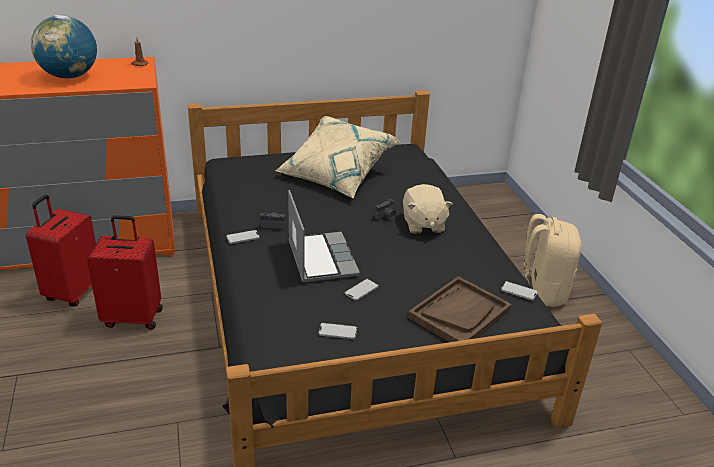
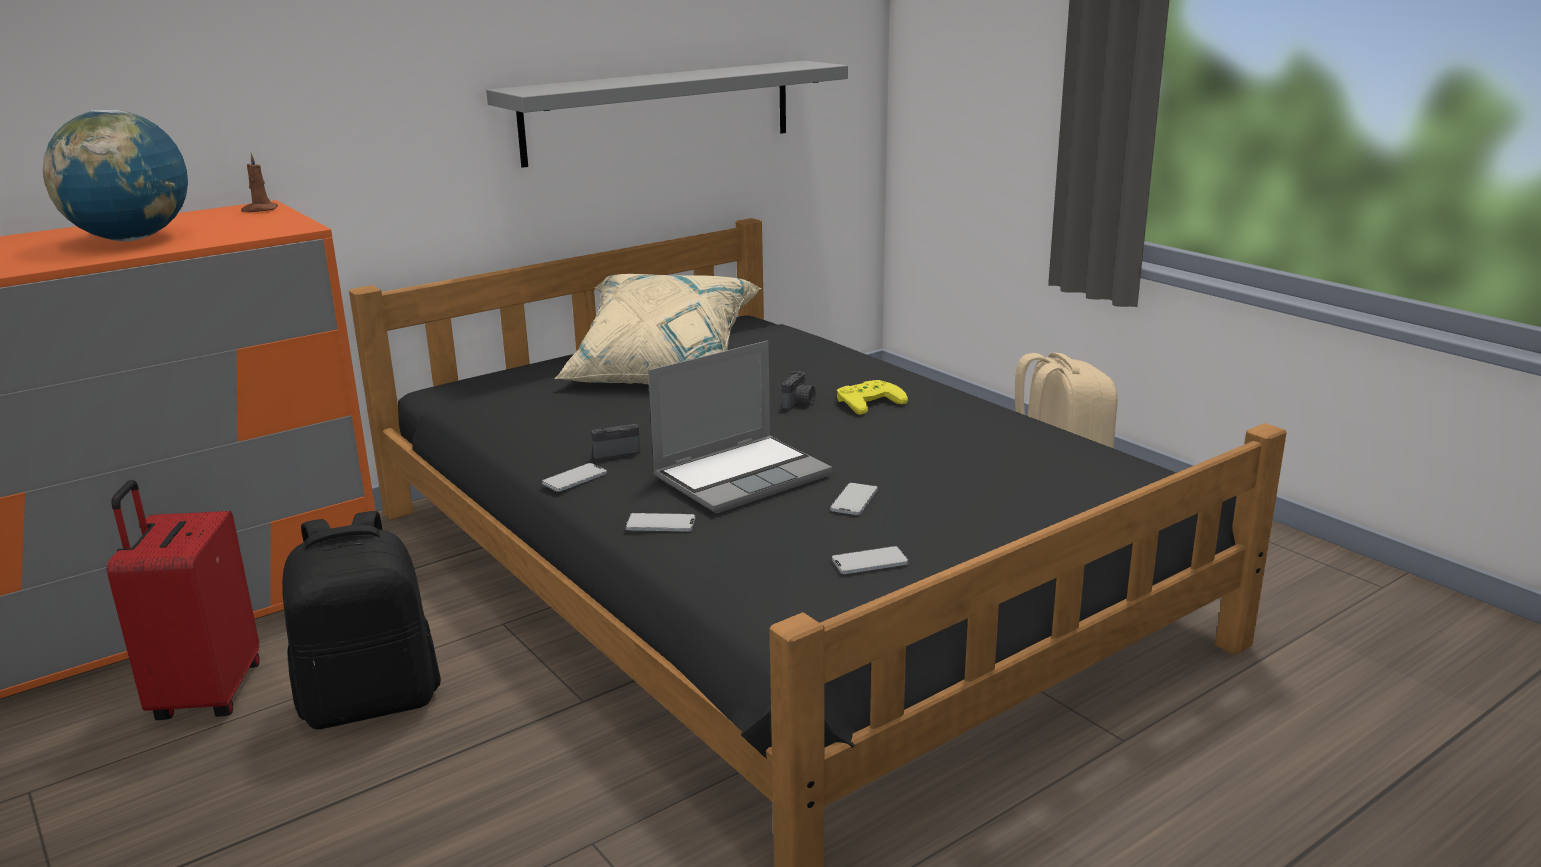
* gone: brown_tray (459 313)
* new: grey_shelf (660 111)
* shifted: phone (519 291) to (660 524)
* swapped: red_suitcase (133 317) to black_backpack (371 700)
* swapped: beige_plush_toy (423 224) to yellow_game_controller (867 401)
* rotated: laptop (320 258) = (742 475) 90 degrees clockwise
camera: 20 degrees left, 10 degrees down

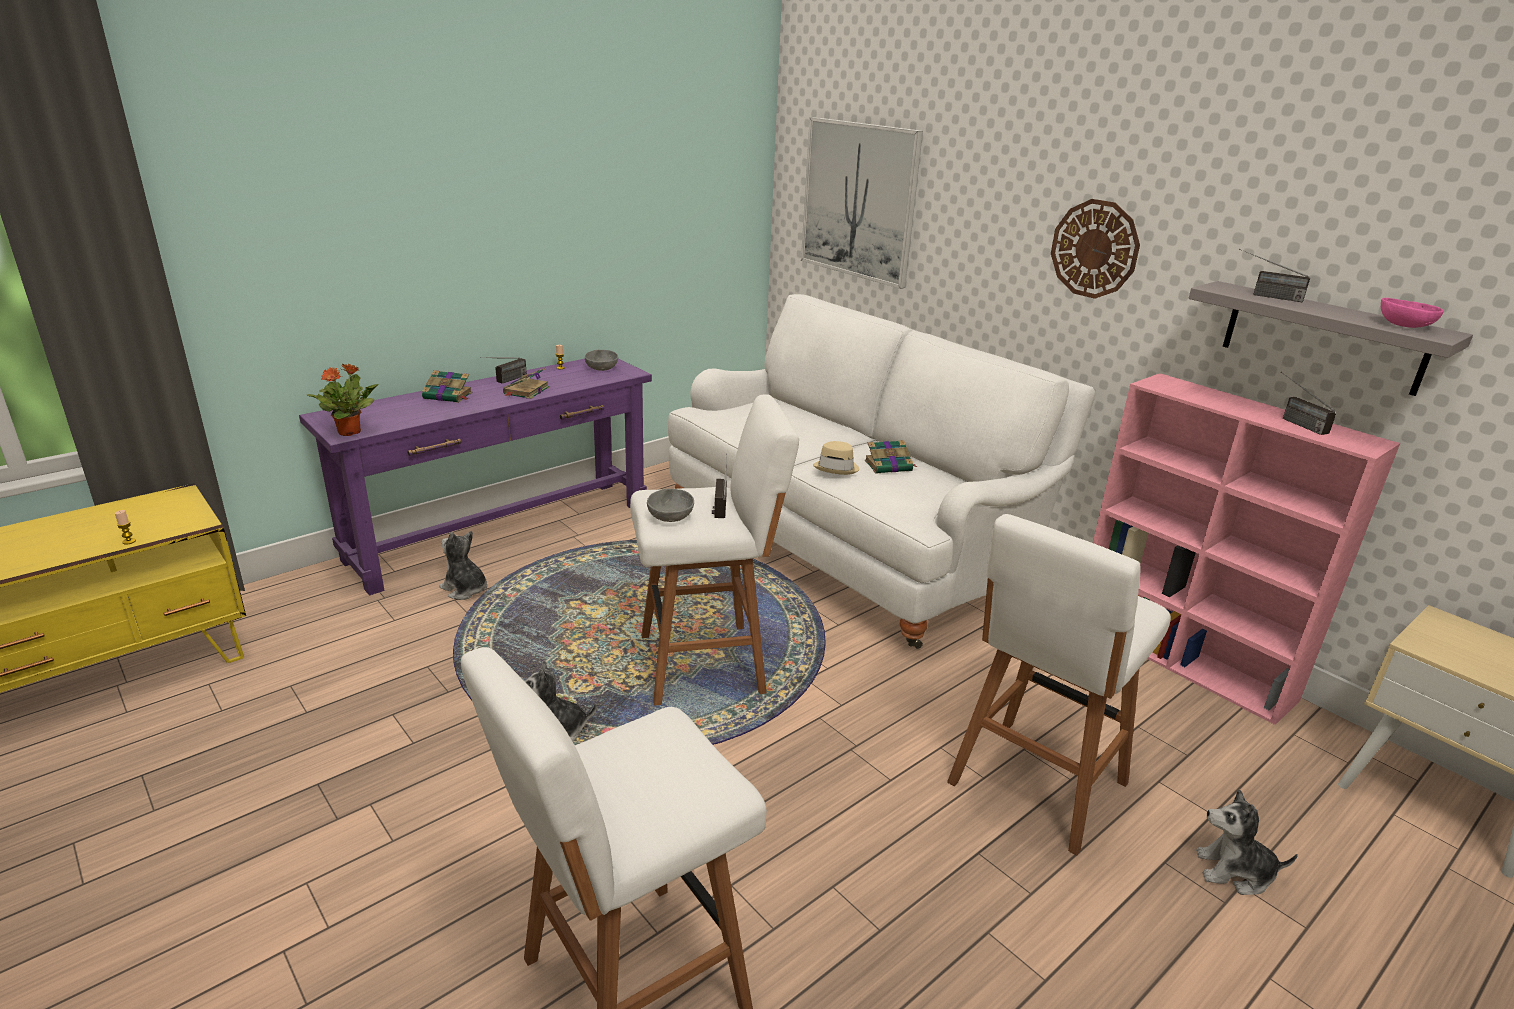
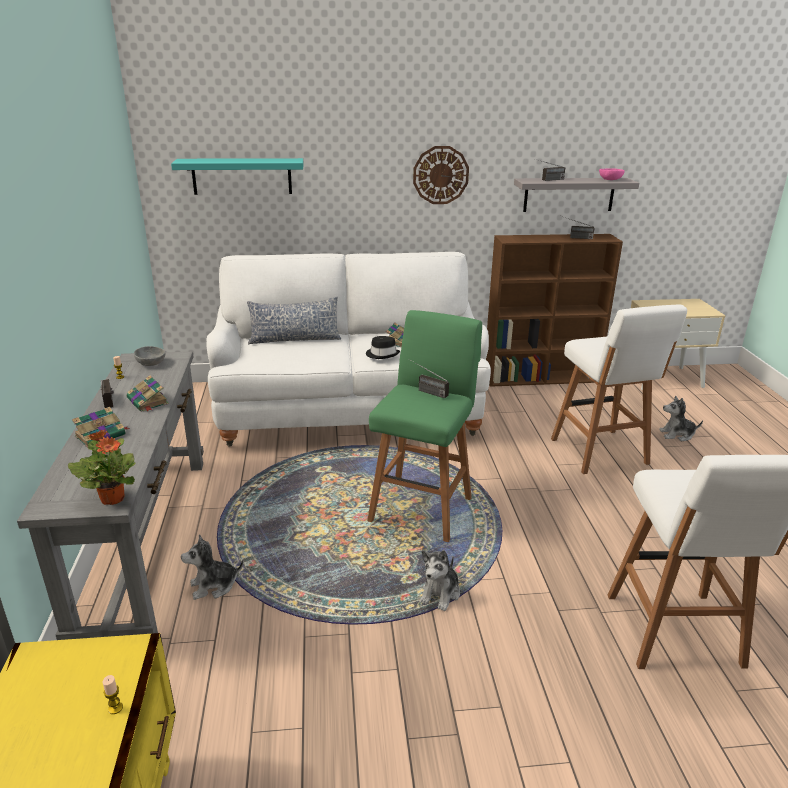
* gone: grey_bowl (671 517)
* new: pillow (294 339)
* swapped: picture (859 201) to turquoise_shelf (242 176)
* repainted: purple_console_table (502 532) to grey_console_table (147 541)
* repainted: white_stool (707 663) to green_stool (422 507)
* repainted: beige_hat (837 468) to black_hat (382 354)
* repainted: pink_bookcase (1182 659) to brown_bookcase (541 378)
* rotated: plush_toy (1234 872) = (677 435) 45 degrees clockwise
camera: 55 degrees left, 0 degrees up

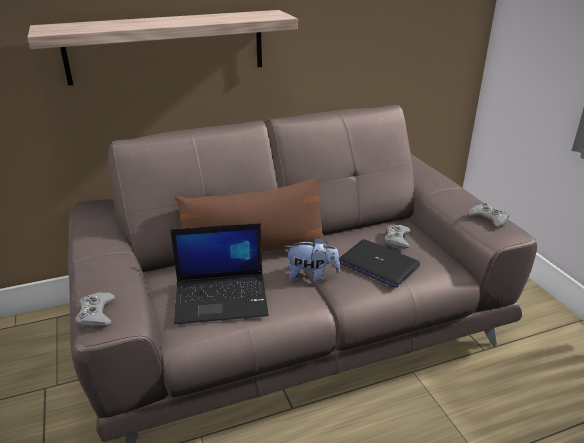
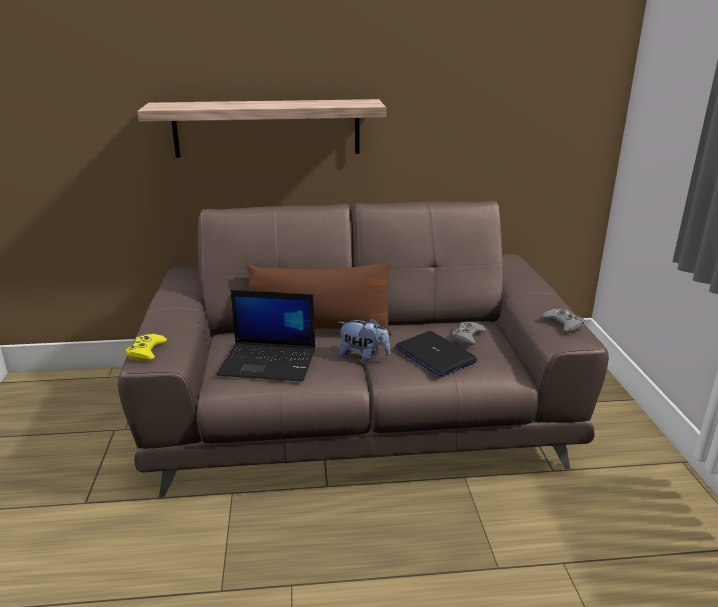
* repainted: grey_game_controller (96 314) to yellow_game_controller (146 351)
camera: 15 degrees right, 5 degrees down

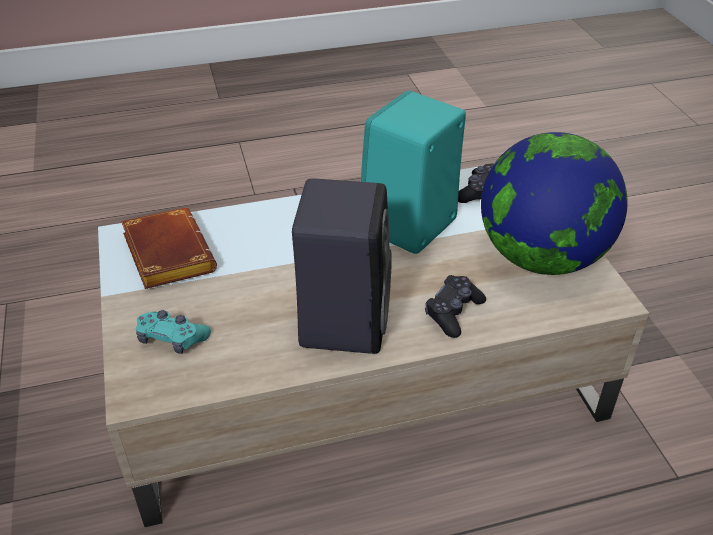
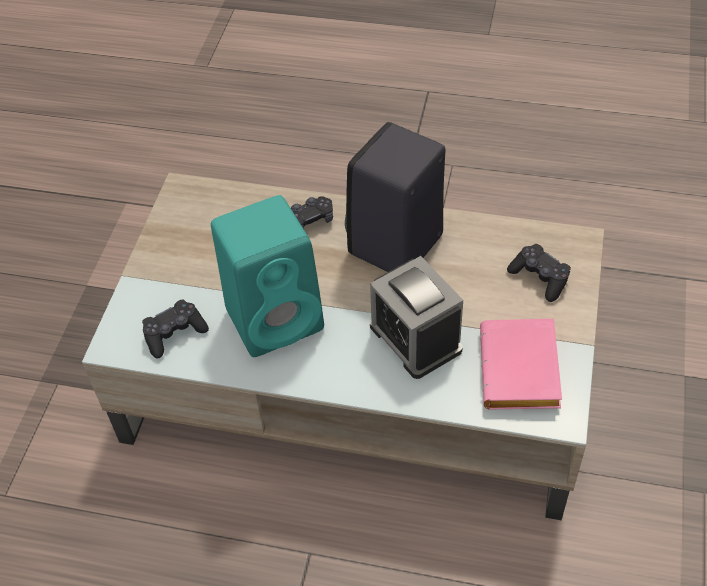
* gone: globe (542 257)
* new: alarm_clock (415 338)
* repainted: brown_book (165 254) to pink_book (522 372)
* repainted: turquoise_game_controller (172 339) to black_game_controller (539 278)
camera: 150 degrees left, 10 degrees up

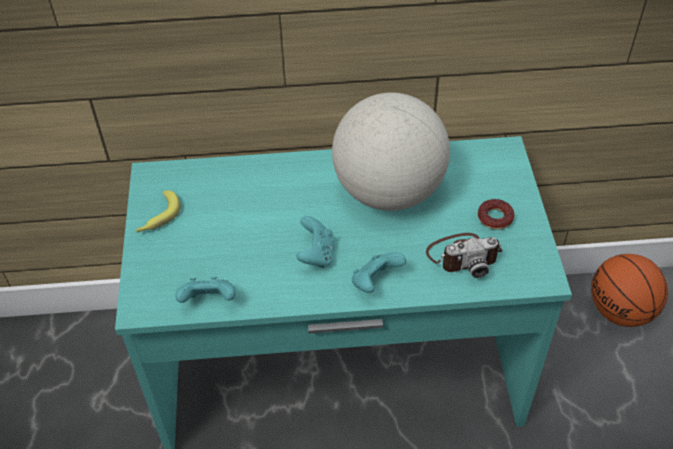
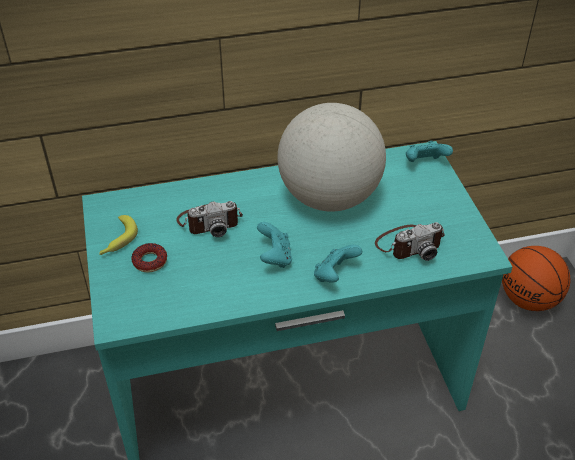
* new: photo_camera (210 221)
* shifted: turquoise_game_controller (209 301) to (424 163)
* shifted: donut (495 218) to (150 261)
camera: 10 degrees left, 5 degrees down

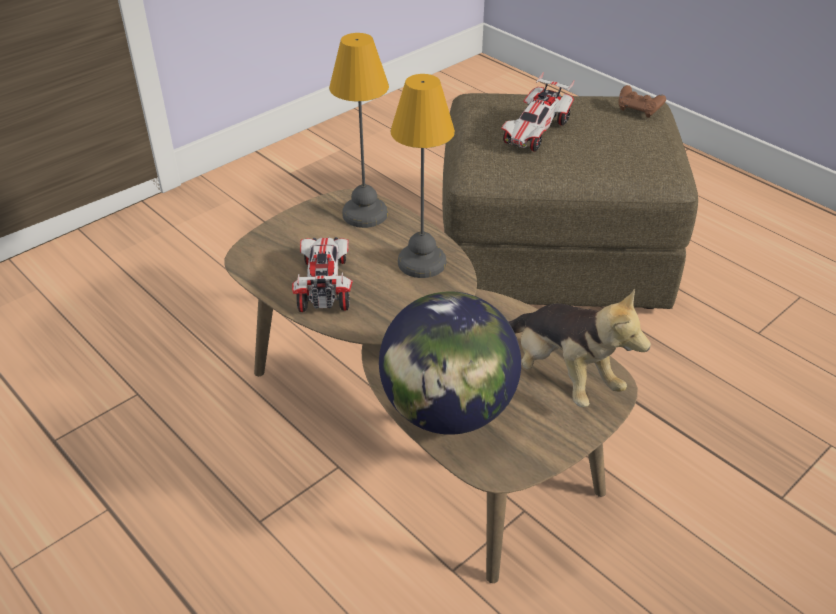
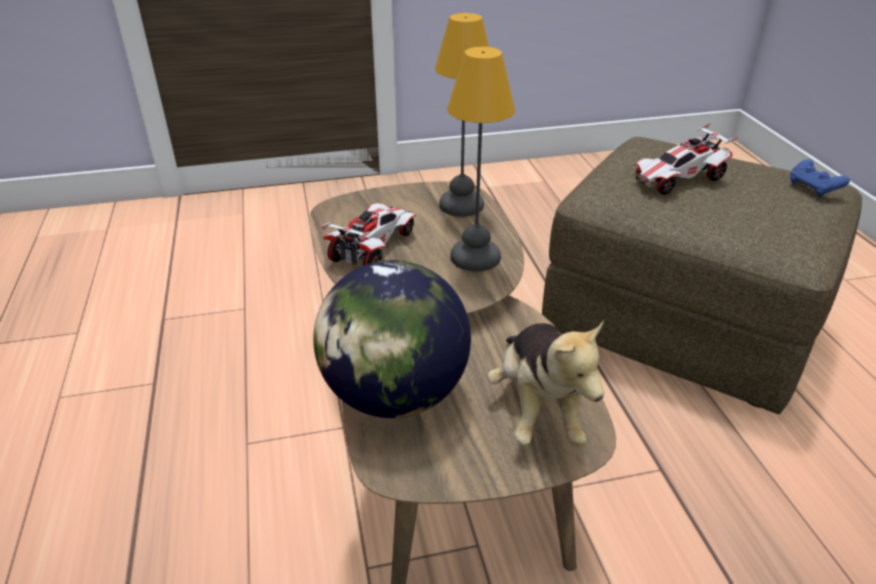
* repainted: brown_game_controller (638 110) to blue_game_controller (813 188)
camera: 30 degrees right, 5 degrees down

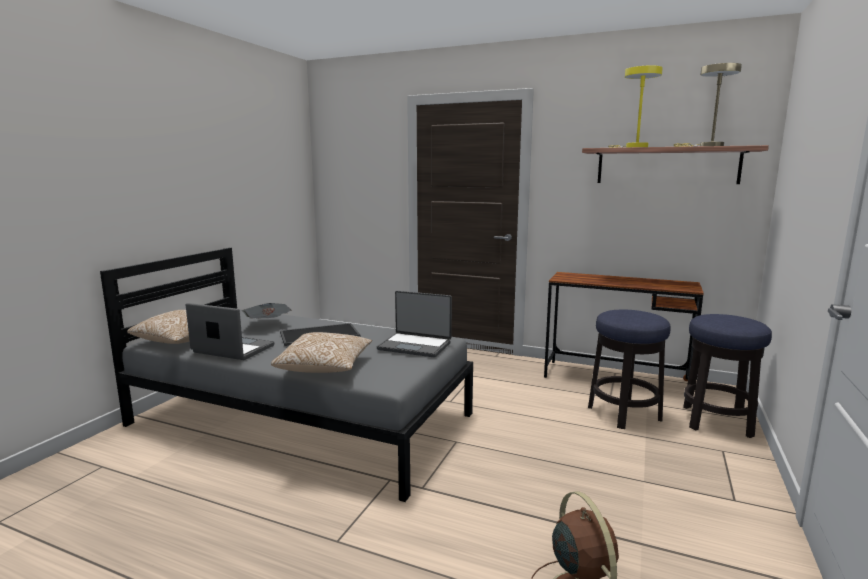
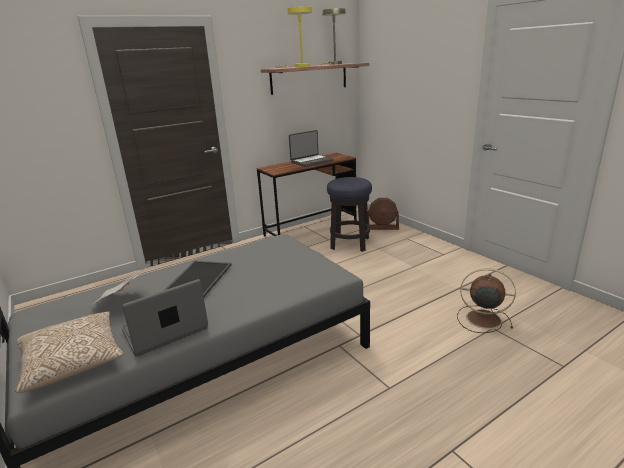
* gone: pillow (325 367)
* shifted: laptop (415 346) to (311 161)
* swapped: stool (717 421) to brown_fan (382 227)
camera: 55 degrees left, 10 degrees up

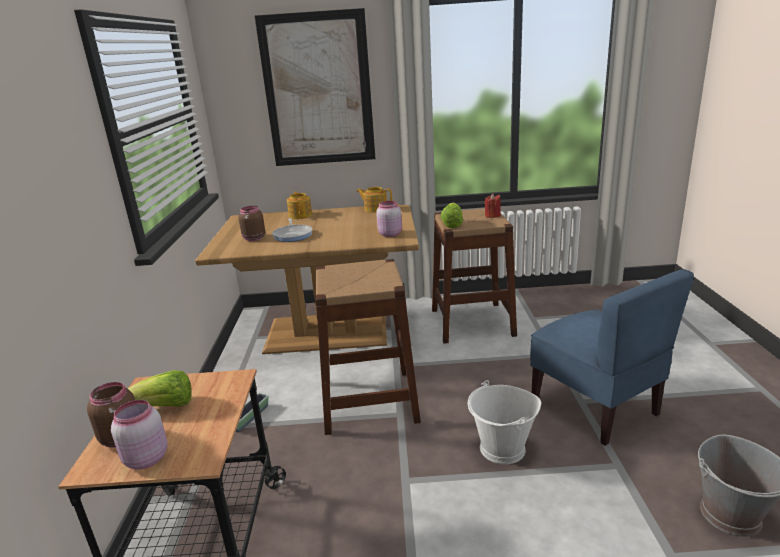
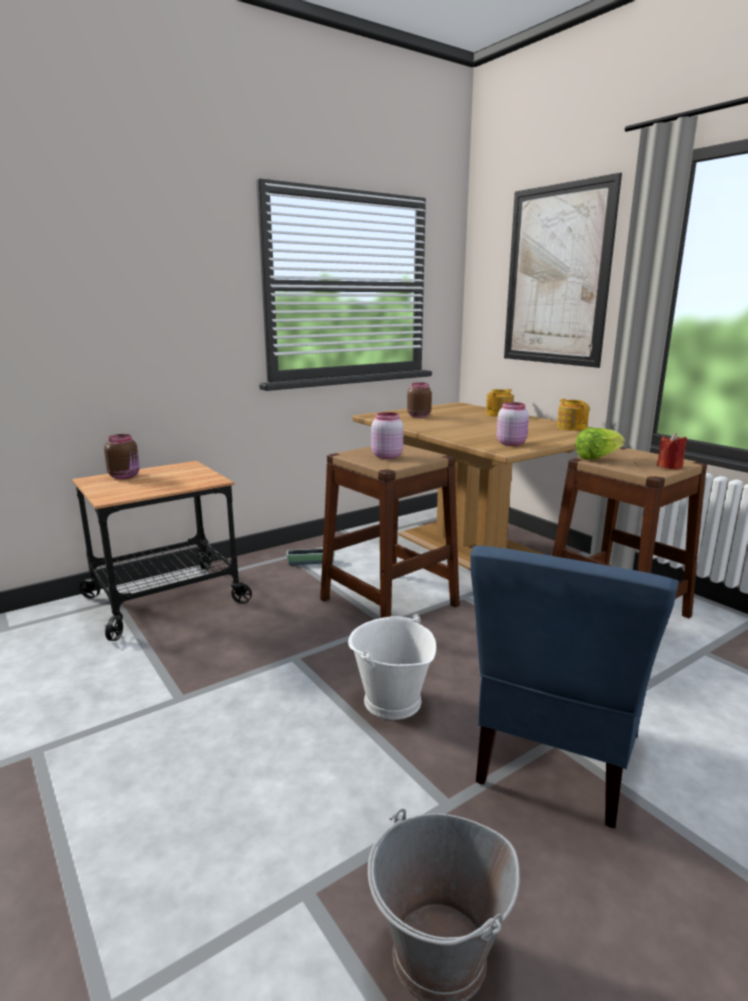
* gone: lettuce (165 407)
* gone: frying_pan (293 235)
* shifted: pink_jar (145 458) to (386 456)
camera: 55 degrees right, 5 degrees down

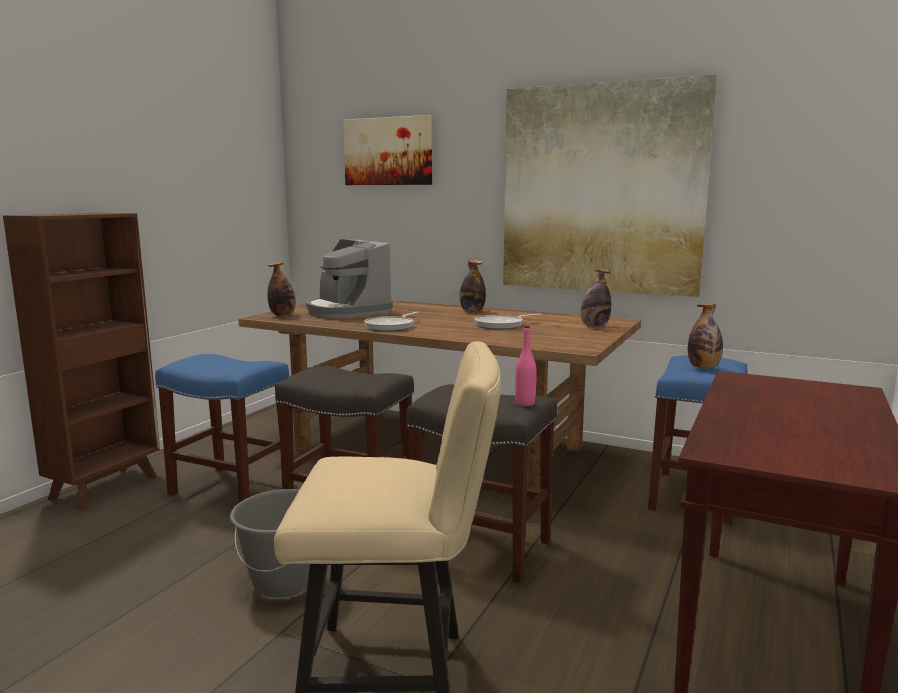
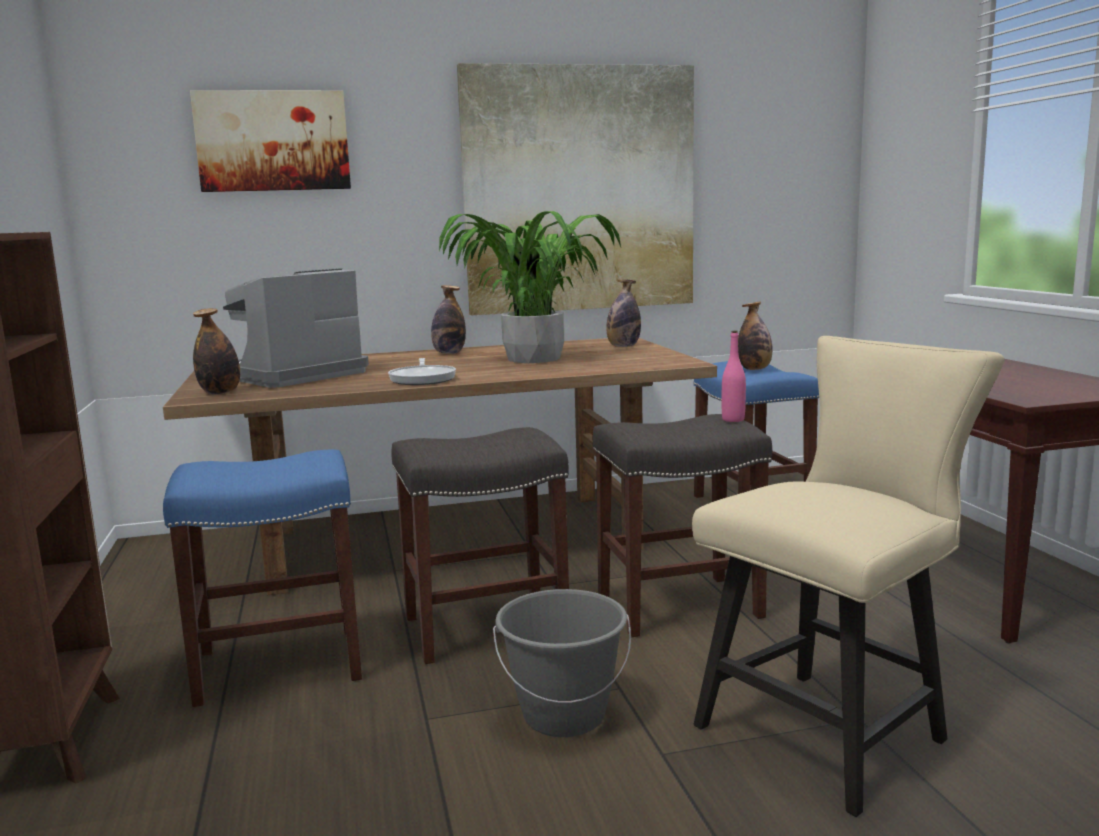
* swapped: frying_pan (501 325) to potted_plant (535 359)
* rotated: coffee_machine (347 311) = (295 375) 120 degrees clockwise
camera: 40 degrees left, 0 degrees up

